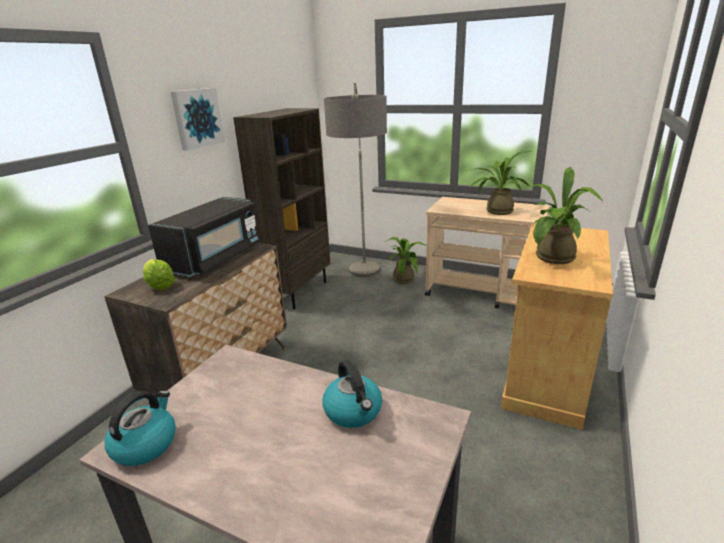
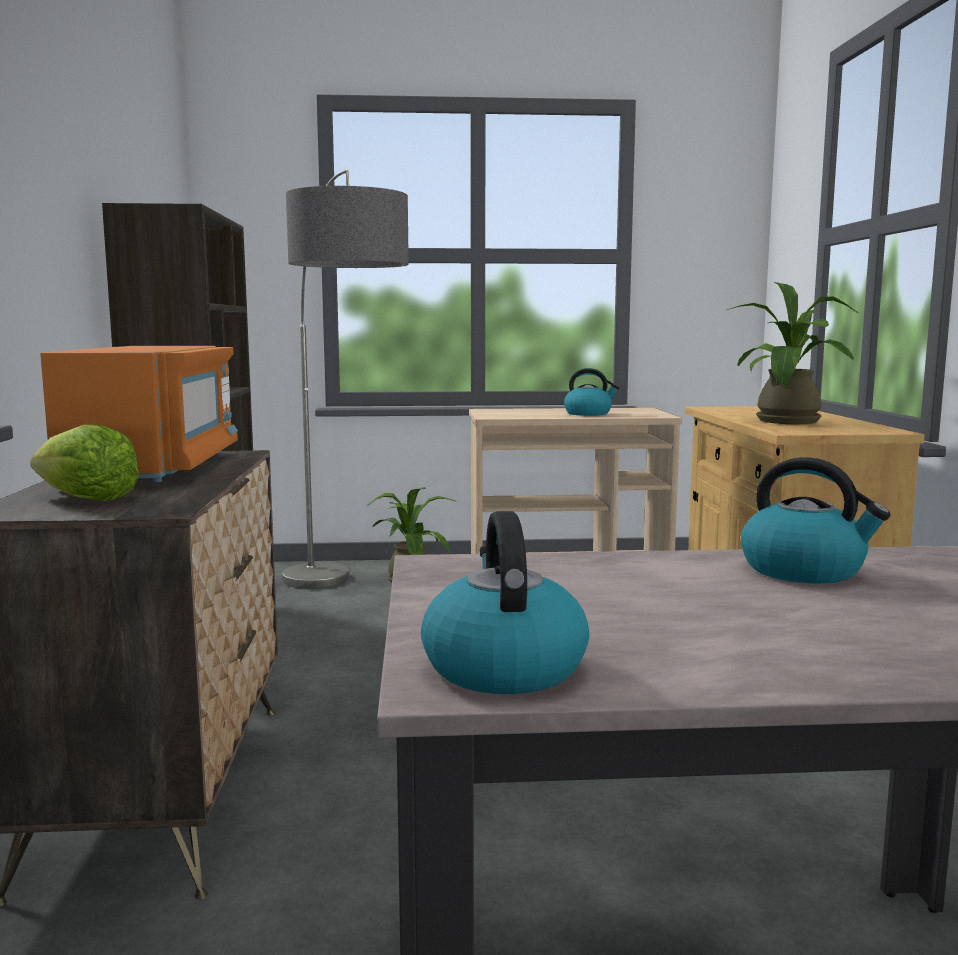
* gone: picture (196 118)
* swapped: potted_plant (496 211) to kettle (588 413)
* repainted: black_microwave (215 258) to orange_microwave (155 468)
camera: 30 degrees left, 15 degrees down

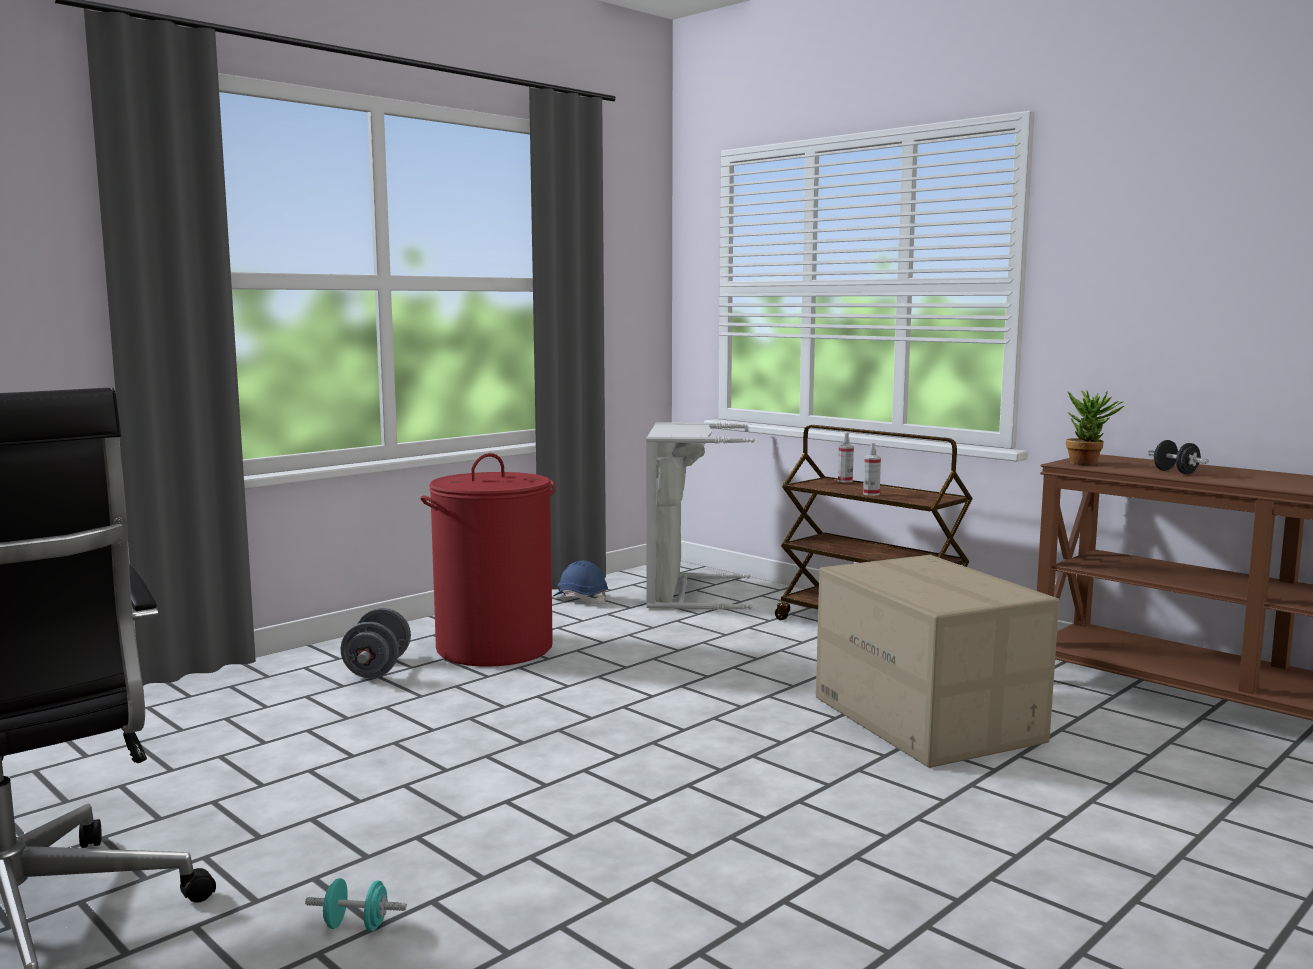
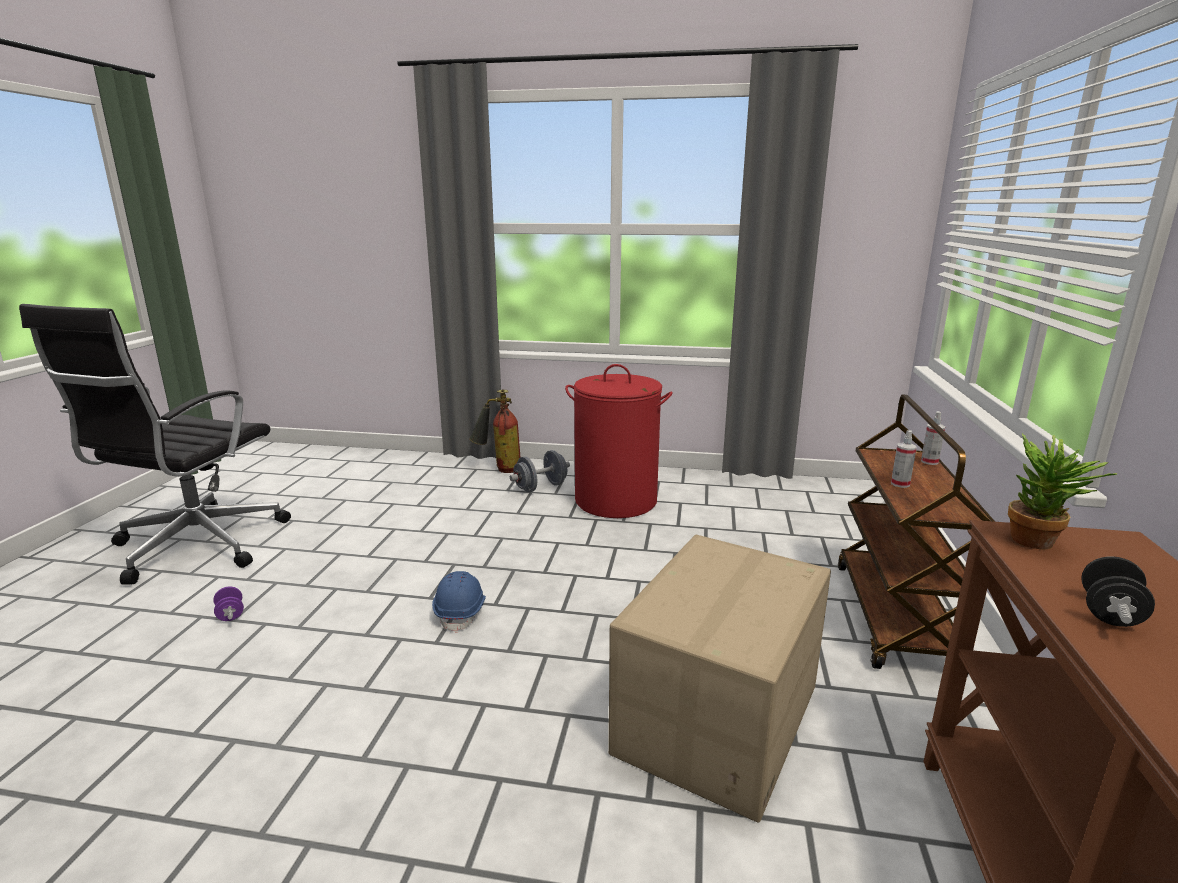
* gone: grey_laundry_basket (684 593)
* new: fire_extinguisher (499 469)
* shifted: blue_hard_hat (580 599) to (461 612)
* repainted: turquoise_dumbbell (356 926) to purple_dumbbell (230 614)
camera: 55 degrees right, 10 degrees up

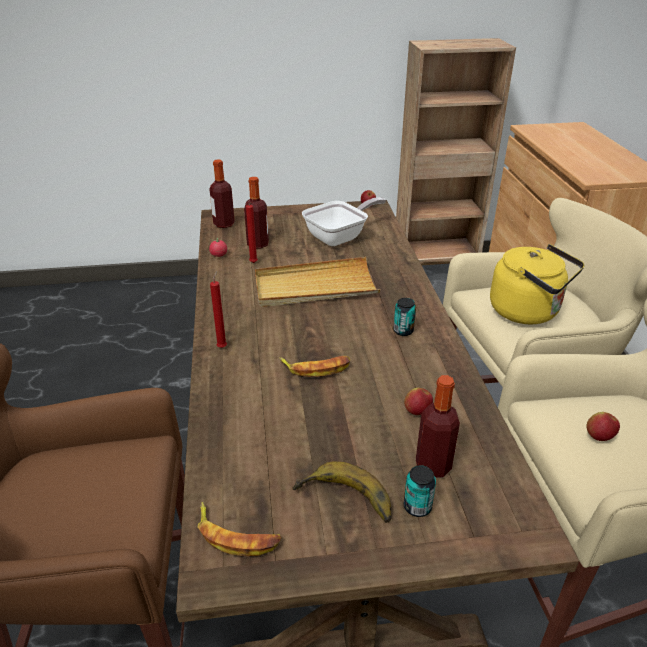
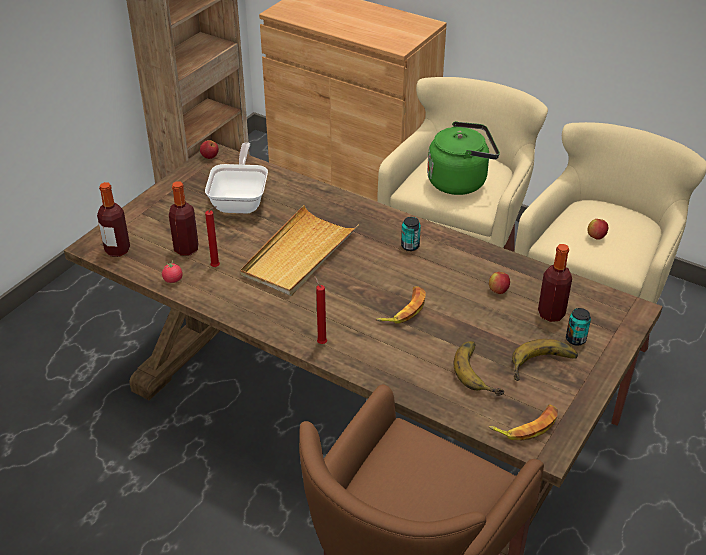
* new: banana (481 371)
* repainted: yellow_kettle (528 312) to green_kettle (460 181)
camera: 50 degrees left, 5 degrees up

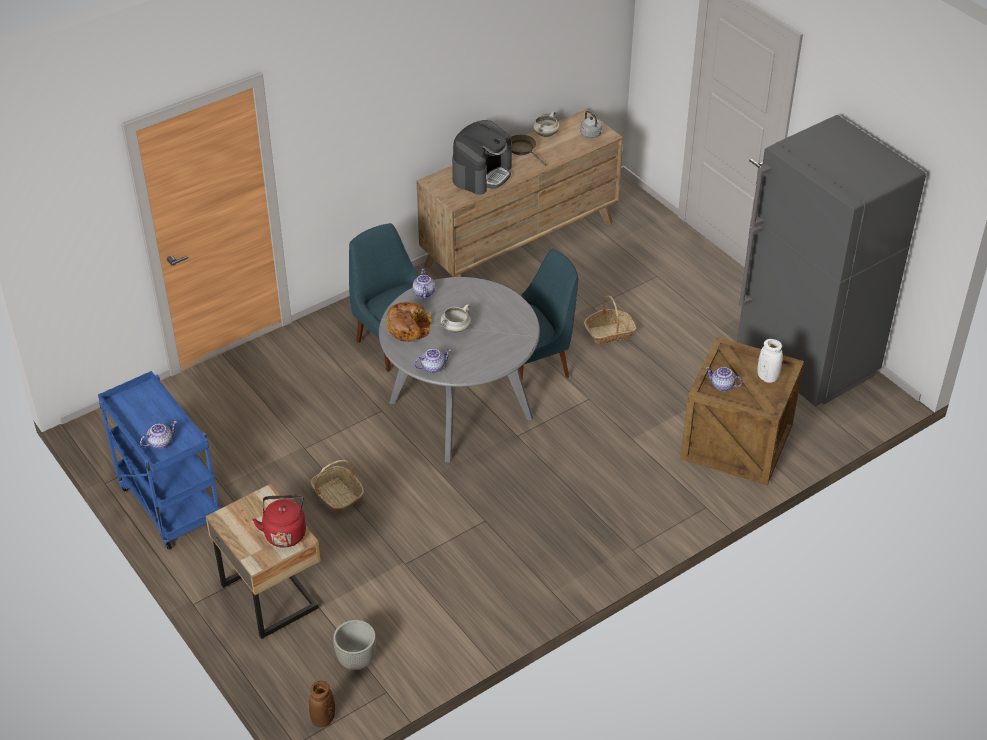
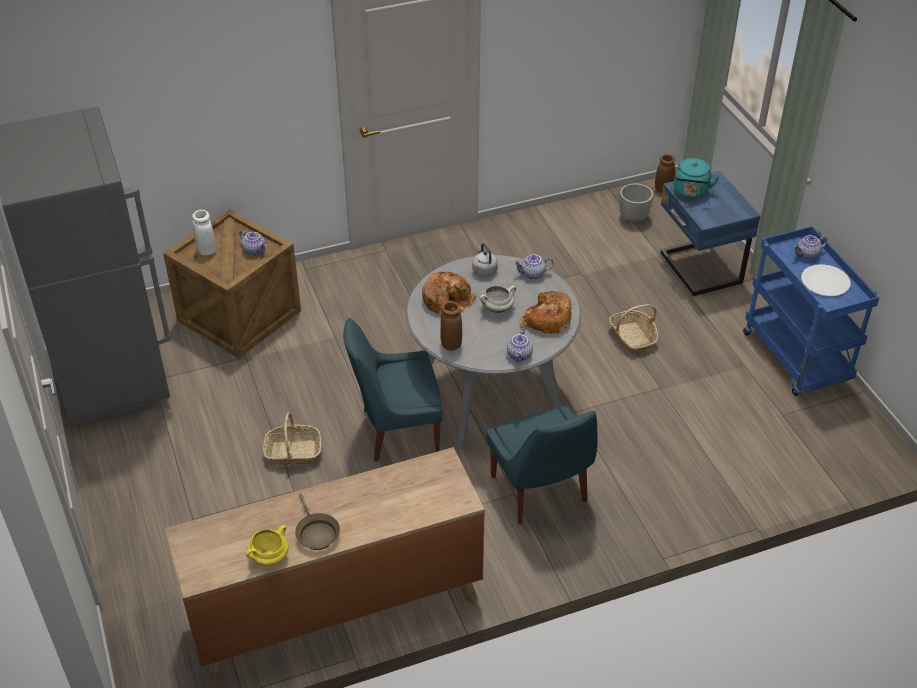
* gone: coffee_machine (482 174)
* new: bread (447 300)
* new: brown_vase (451 344)
* new: white_plate (825 282)
* shifted: grey_kettle (591 135) to (484 270)
* repainted: beige_nightstand (272 595) to blue_nightstand (698 270)
* repainted: red_kettle (285 532) to turquoise_kettle (691 192)
* repainted: white_cooking_pot (545 134) to yellow_cooking_pot (269 557)
camera: 165 degrees left, 0 degrees up

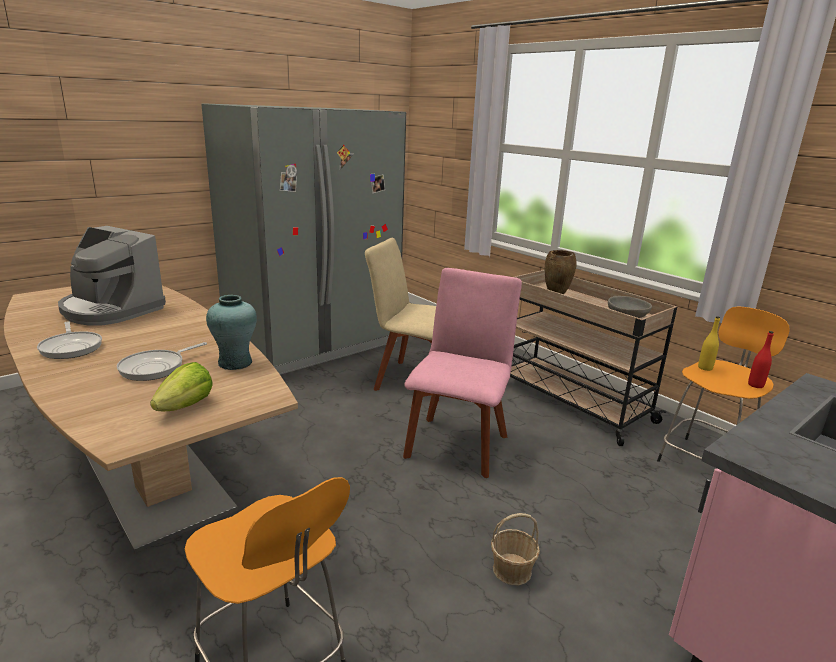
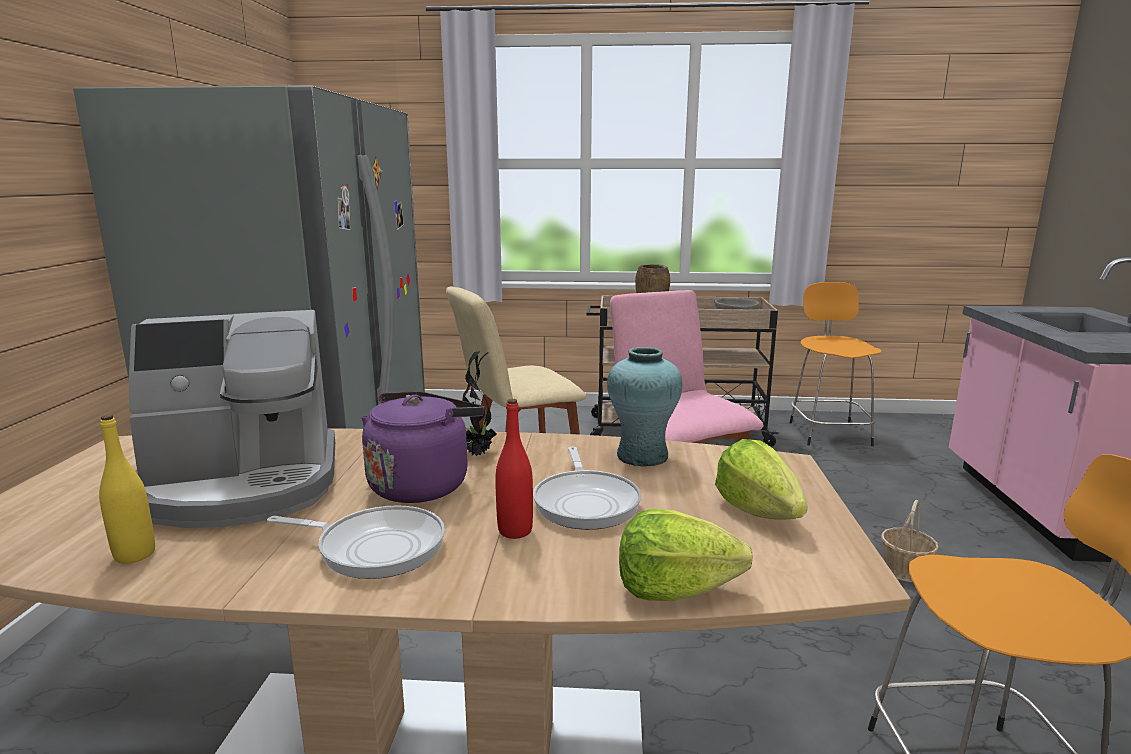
* new: purple_kettle (422 484)
* new: potted_plant (477 454)
* new: lettuce (674 589)
* shifted: yellow_bottle (705 368) to (135 554)
* shifted: red_bottle (755 385) to (515 531)
camera: 45 degrees left, 5 degrees down

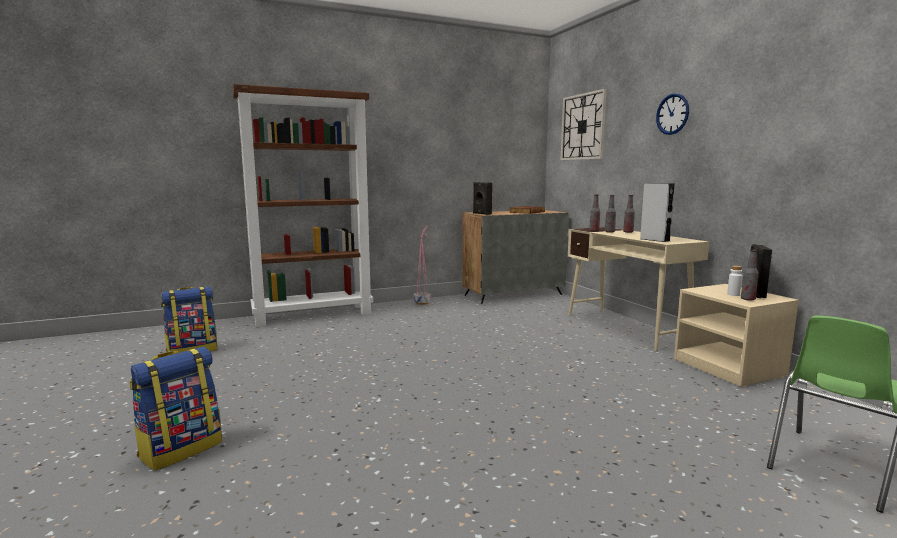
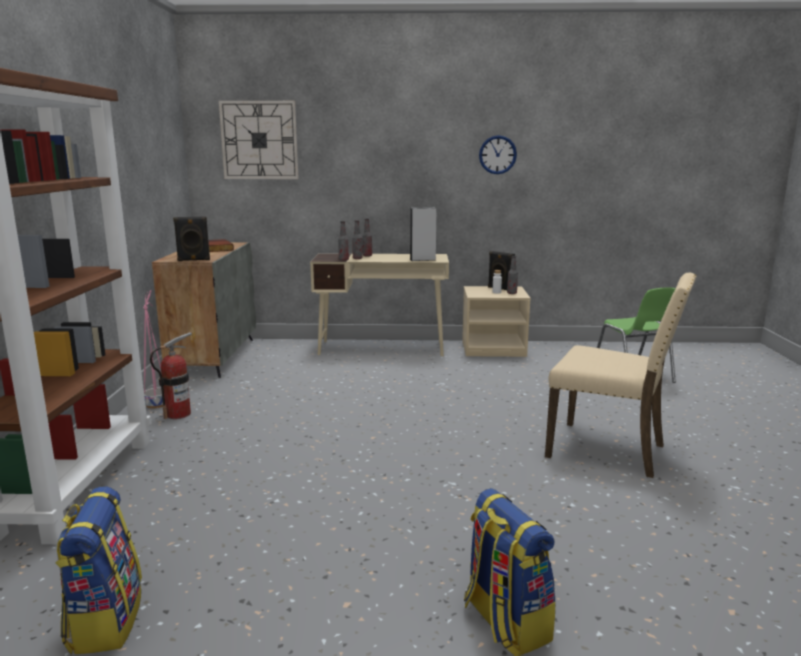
* new: fire_extinguisher (178 414)
* new: beige_chair (609 450)
* shifted: wall_clock (672 114) to (497 154)
camera: 65 degrees left, 5 degrees up

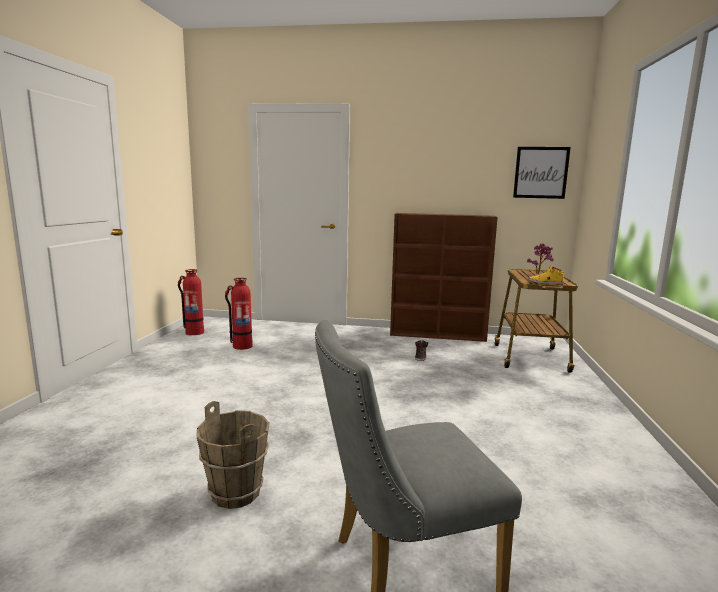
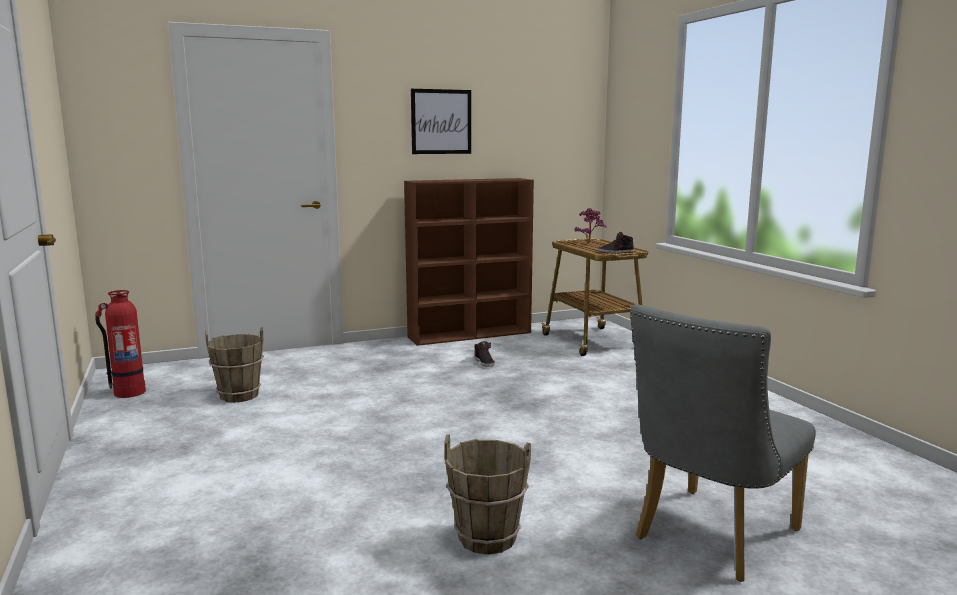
* shifted: picture (541 172) to (441 121)
* swapped: fire_extinguisher (242 346) to brown_bucket (239 395)
* repainted: yellow_shoe (545 283) to black_shoe (616 252)
camera: 30 degrees left, 0 degrees up

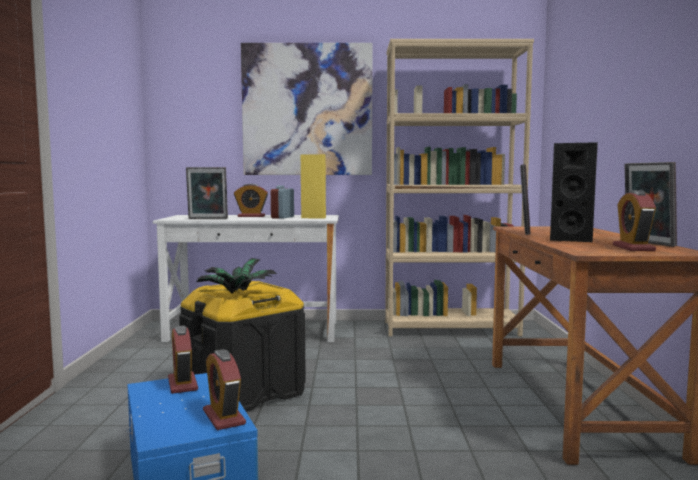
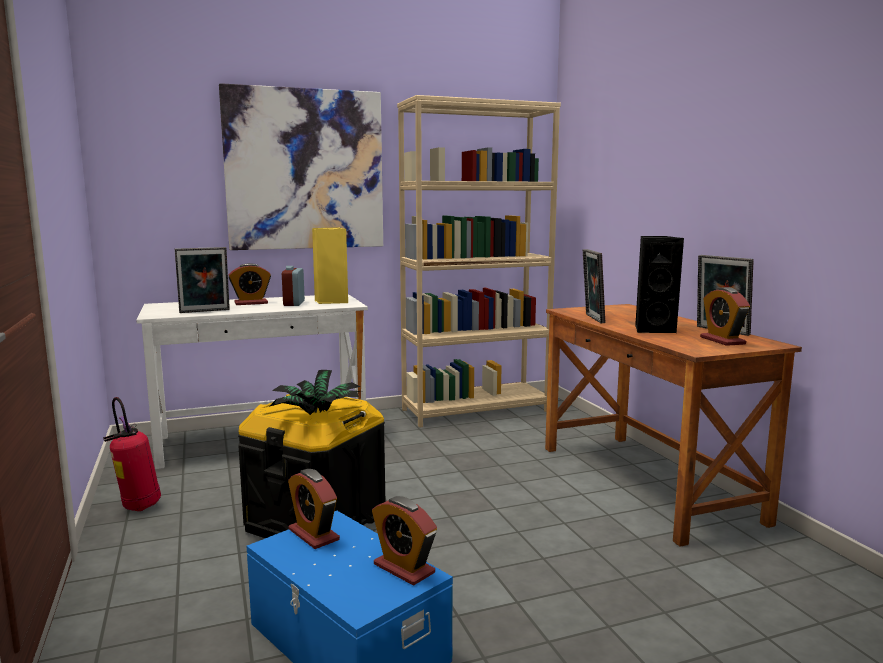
* new: fire_extinguisher (138 507)
camera: 20 degrees left, 5 degrees up

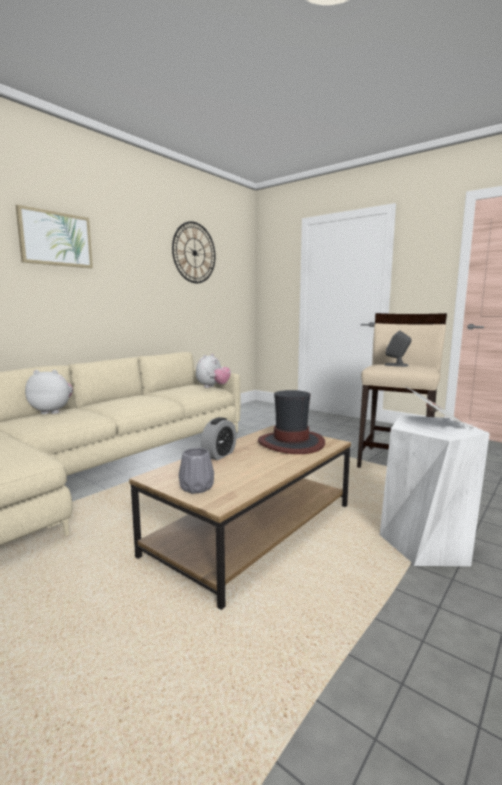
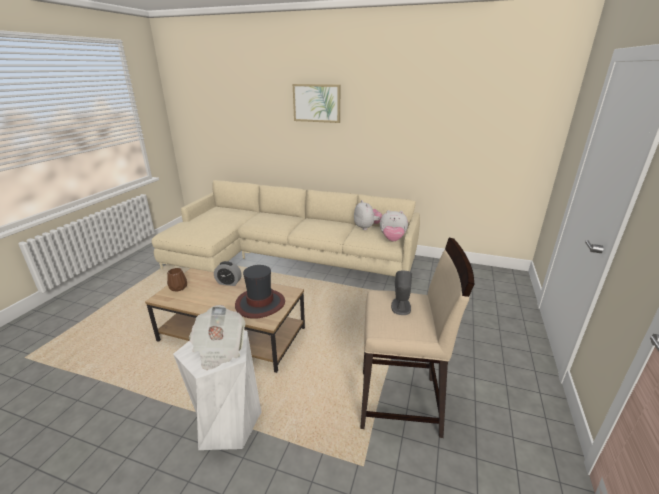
* gone: wall_clock (194 253)
* shifted: plush_toy (53 411) to (367 227)
* repainted: grey_vase (196 488) to brown_vase (178 287)
camera: 70 degrees right, 15 degrees up

